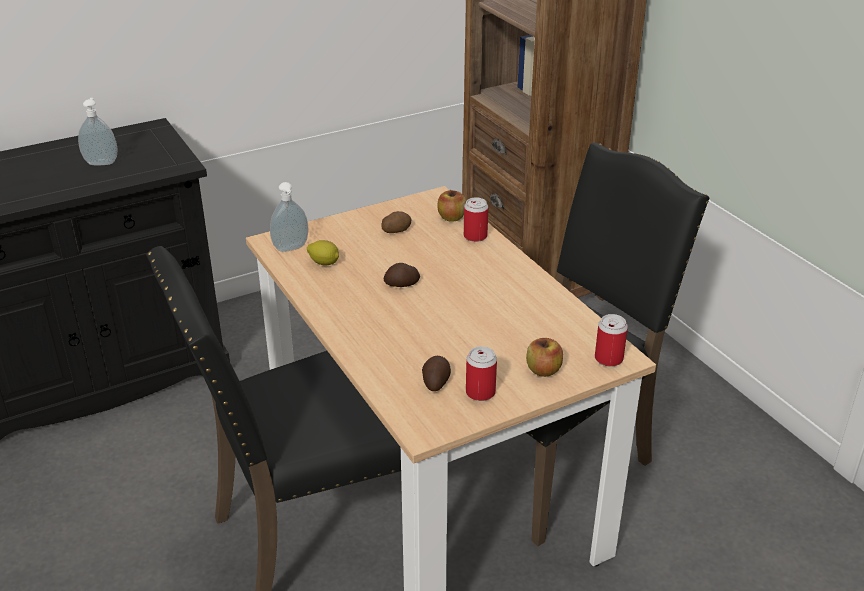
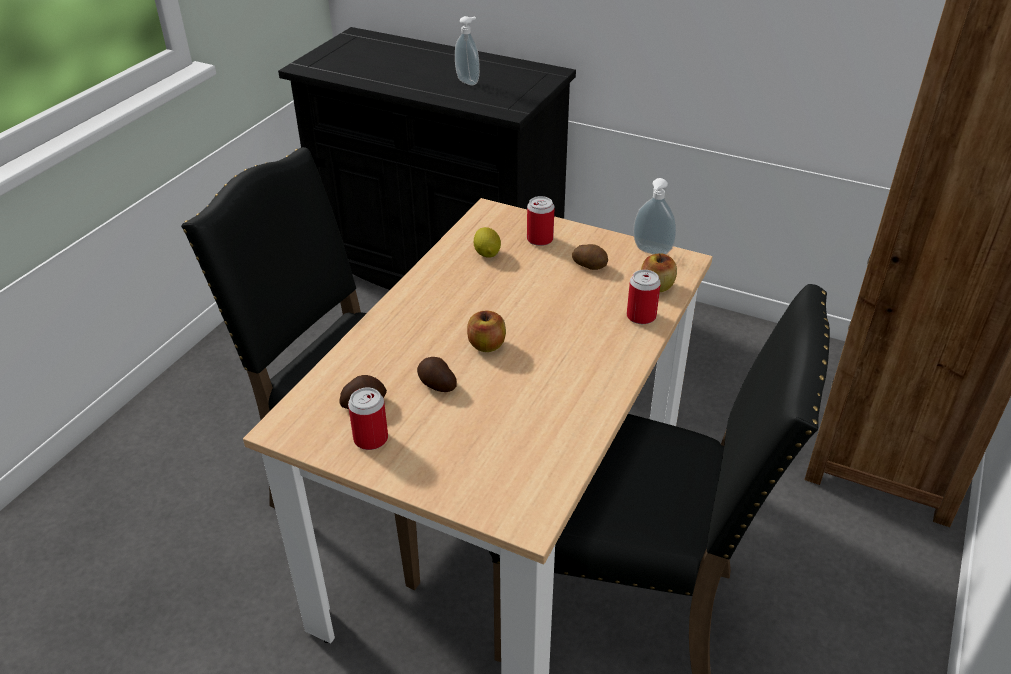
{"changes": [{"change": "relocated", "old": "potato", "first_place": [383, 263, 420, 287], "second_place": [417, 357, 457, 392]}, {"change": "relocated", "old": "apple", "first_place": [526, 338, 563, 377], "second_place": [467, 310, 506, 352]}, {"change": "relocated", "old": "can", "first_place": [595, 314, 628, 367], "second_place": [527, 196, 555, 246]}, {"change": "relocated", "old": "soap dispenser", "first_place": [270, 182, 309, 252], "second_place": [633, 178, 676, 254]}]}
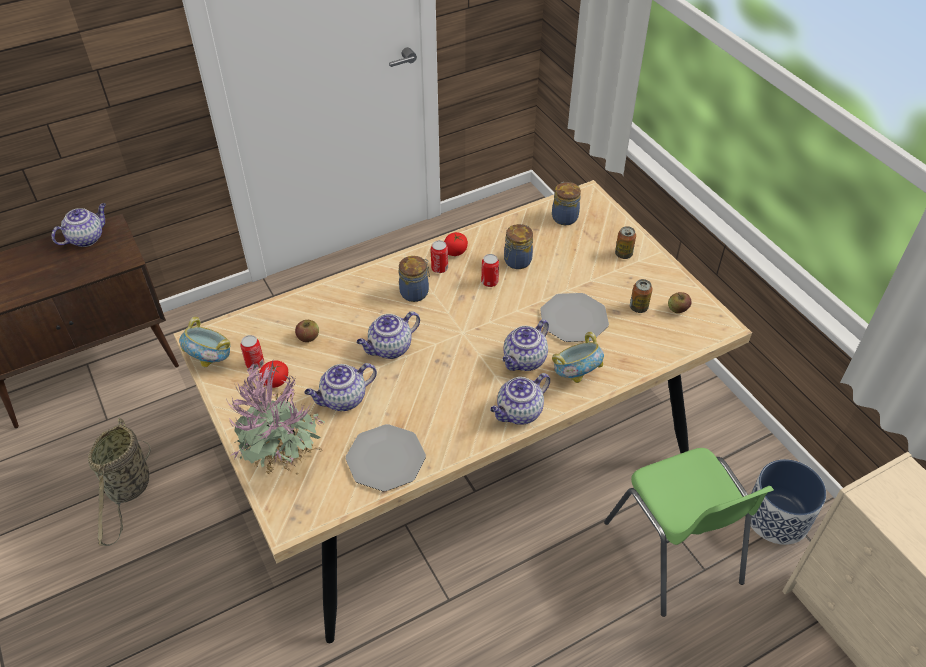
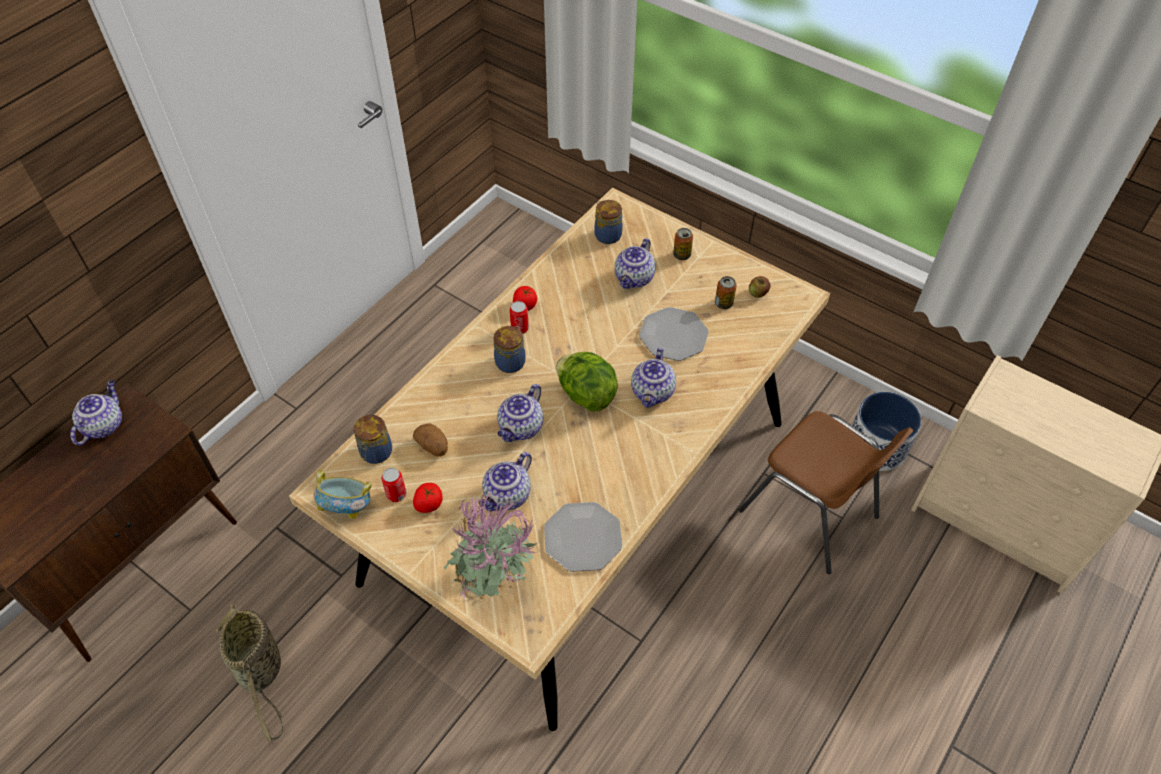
{"changes": [{"change": "relocated", "old": "jar", "first_place": [504, 224, 533, 269], "second_place": [354, 415, 392, 464]}, {"change": "exchanged", "old": "apple", "new": "potato", "first_place": [295, 320, 319, 342], "second_place": [413, 424, 448, 457]}, {"change": "appeared", "new": "lettuce", "second_place": [556, 352, 618, 412]}, {"change": "relocated", "old": "teapot", "first_place": [490, 373, 550, 425], "second_place": [615, 238, 656, 289]}, {"change": "colour", "old": "green chair", "new": "brown chair", "first_place": [604, 448, 774, 617], "second_place": [739, 411, 914, 574]}, {"change": "missing", "old": "can", "first_place": [481, 254, 499, 287]}, {"change": "missing", "old": "bowl", "first_place": [552, 332, 604, 383]}]}
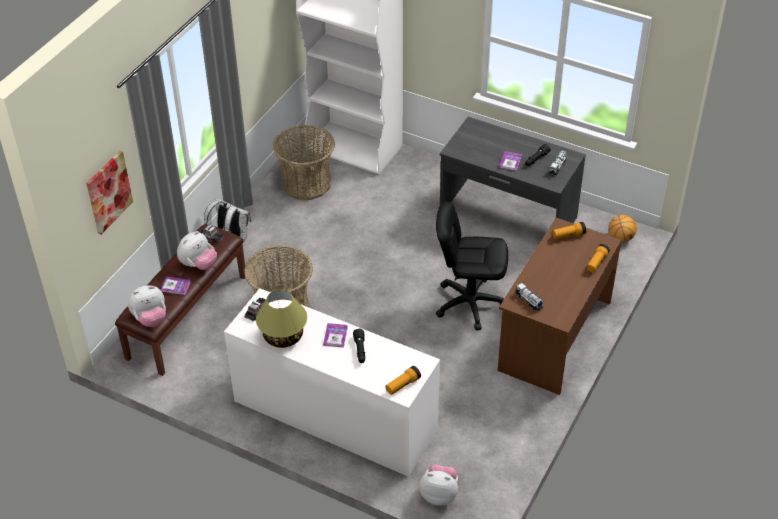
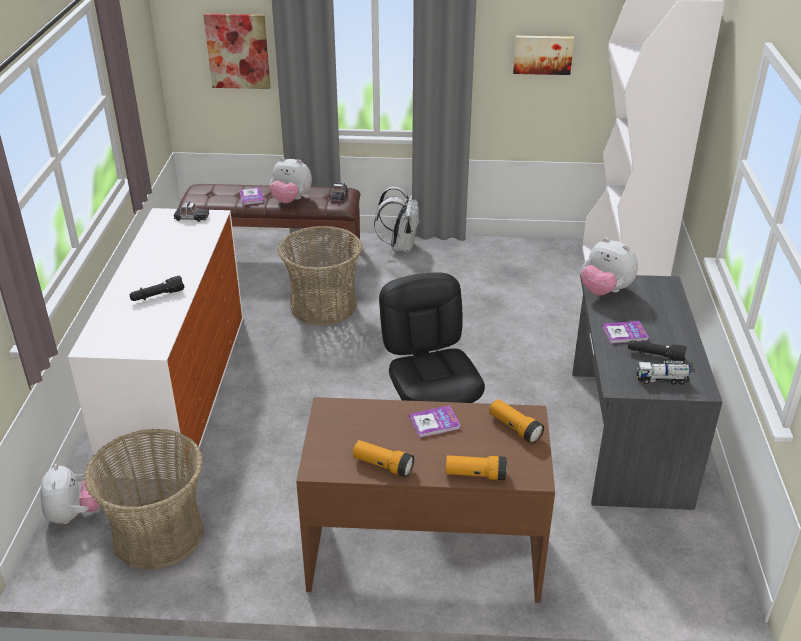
{"changes": [{"change": "relocated", "old": "basket", "first_place": [273, 125, 335, 200], "second_place": [84, 429, 204, 570]}, {"change": "relocated", "old": "flashlight", "first_place": [386, 366, 421, 395], "second_place": [353, 440, 414, 477]}, {"change": "relocated", "old": "book", "first_place": [323, 323, 348, 347], "second_place": [409, 405, 461, 438]}, {"change": "appeared", "new": "picture", "second_place": [513, 36, 574, 75]}, {"change": "relocated", "old": "plush toy", "first_place": [128, 285, 166, 327], "second_place": [581, 238, 638, 296]}, {"change": "missing", "old": "table lamp", "first_place": [256, 290, 307, 348]}, {"change": "missing", "old": "toy truck", "first_place": [516, 283, 543, 311]}, {"change": "missing", "old": "basketball", "first_place": [608, 215, 637, 243]}]}
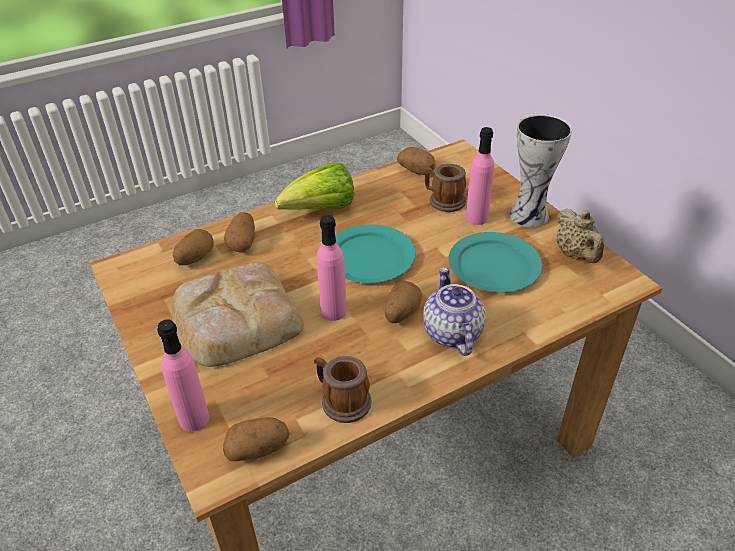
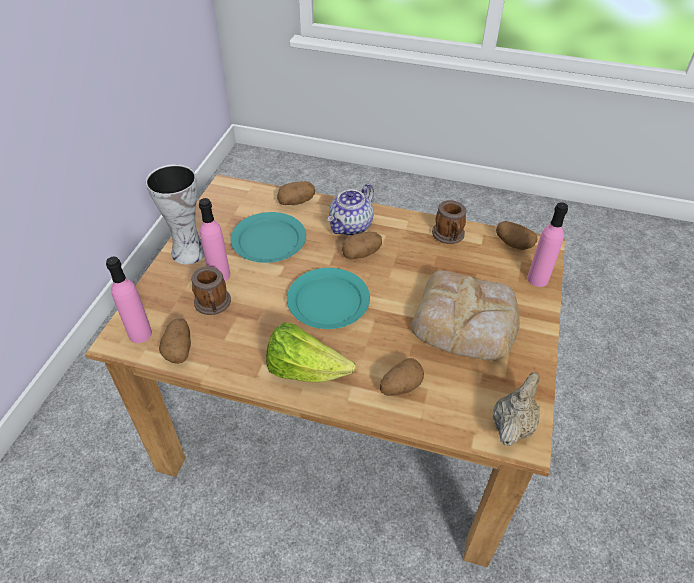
{"changes": [{"change": "relocated", "old": "pink bottle", "first_place": [317, 215, 347, 321], "second_place": [106, 256, 152, 343]}, {"change": "relocated", "old": "potato", "first_place": [172, 229, 214, 265], "second_place": [277, 181, 315, 205]}, {"change": "relocated", "old": "beige teapot", "first_place": [556, 209, 604, 263], "second_place": [493, 372, 540, 446]}]}
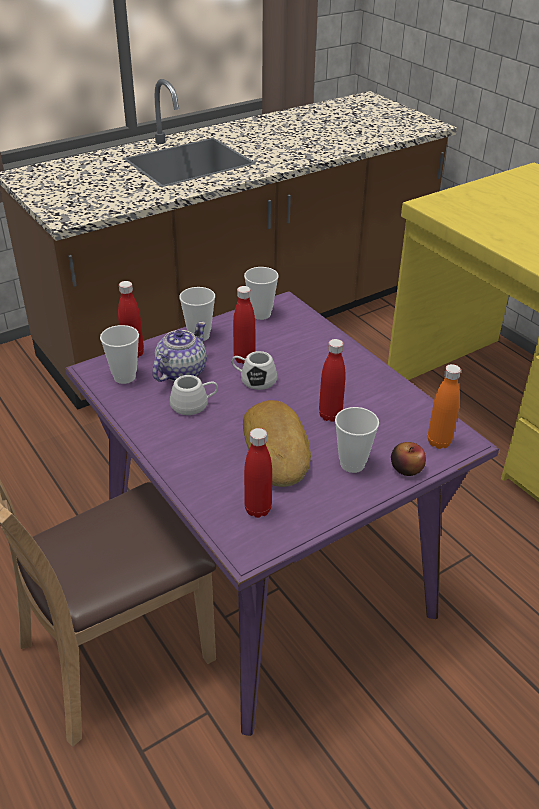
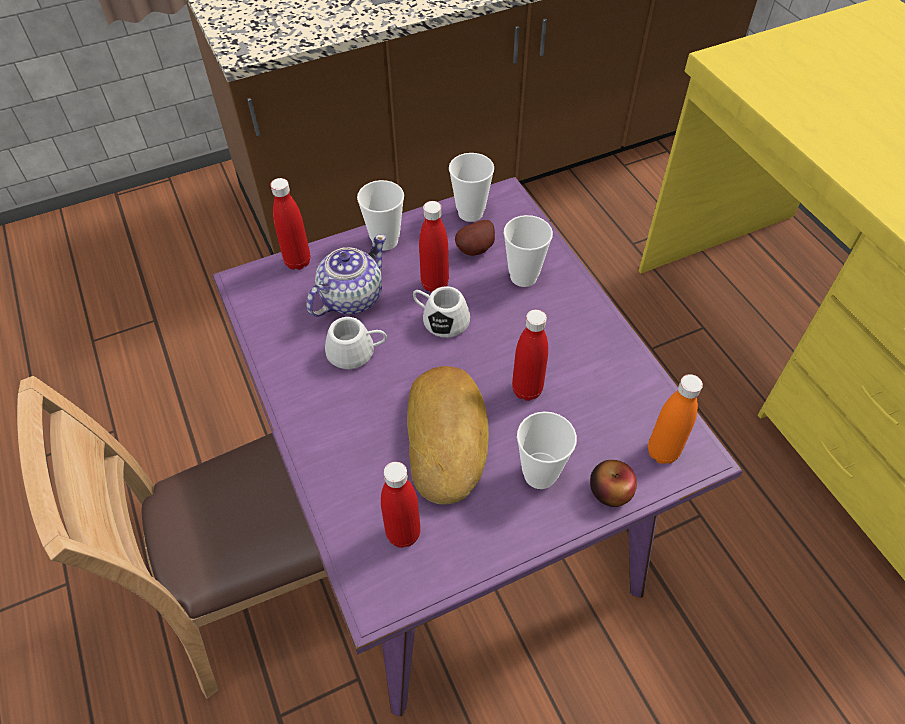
{"changes": [{"change": "appeared", "new": "potato", "second_place": [455, 220, 495, 256]}, {"change": "relocated", "old": "cup", "first_place": [100, 325, 139, 384], "second_place": [504, 215, 553, 287]}]}
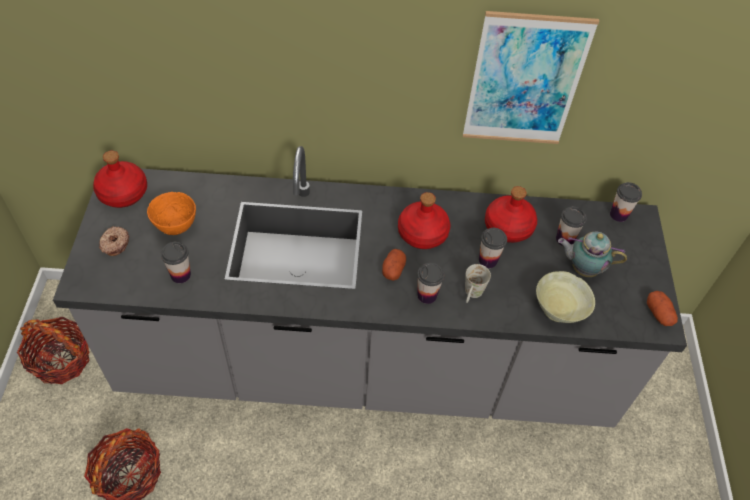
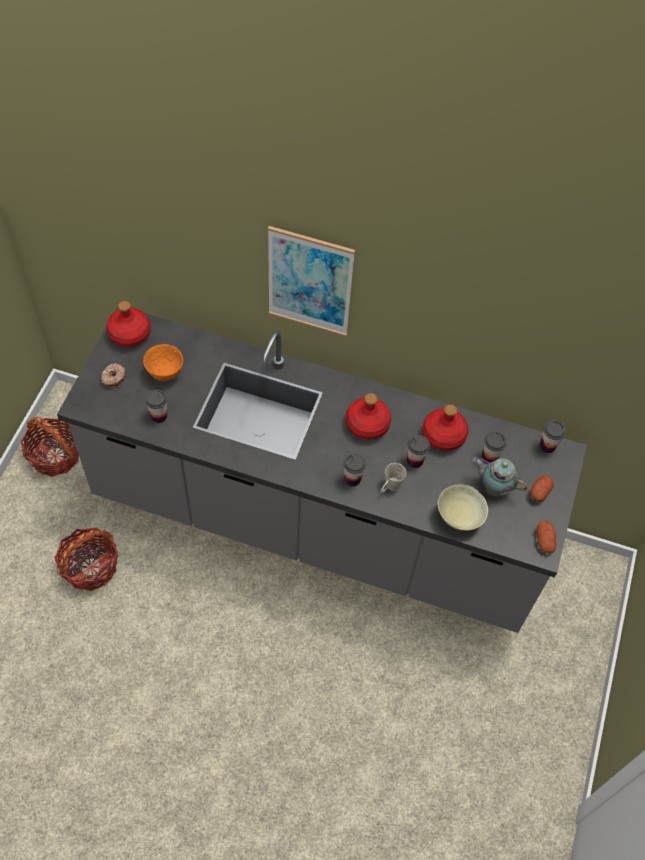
{"changes": [{"change": "relocated", "old": "picture", "first_place": [463, 11, 599, 144], "second_place": [268, 226, 355, 337]}, {"change": "relocated", "old": "potato", "first_place": [382, 249, 406, 281], "second_place": [530, 475, 554, 502]}]}
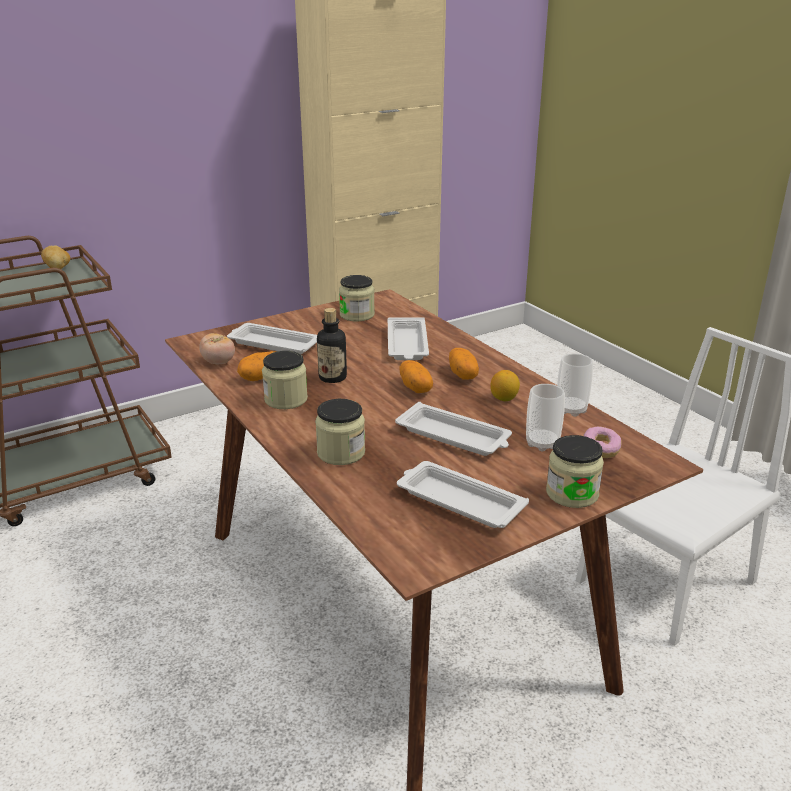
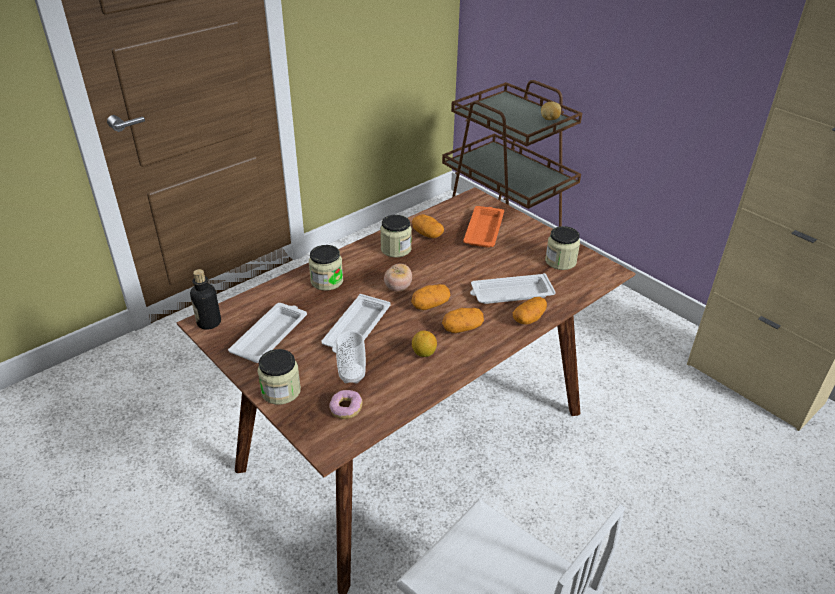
{"changes": [{"change": "relocated", "old": "bottle", "first_place": [317, 308, 347, 383], "second_place": [190, 269, 221, 330]}, {"change": "relocated", "old": "tomato", "first_place": [199, 333, 235, 364], "second_place": [384, 264, 412, 292]}, {"change": "colour", "old": "white tray", "new": "orange tray", "first_place": [227, 323, 317, 354], "second_place": [463, 206, 504, 248]}, {"change": "appeared", "new": "potato", "second_place": [513, 297, 547, 325]}, {"change": "missing", "old": "cup", "first_place": [557, 353, 593, 417]}]}
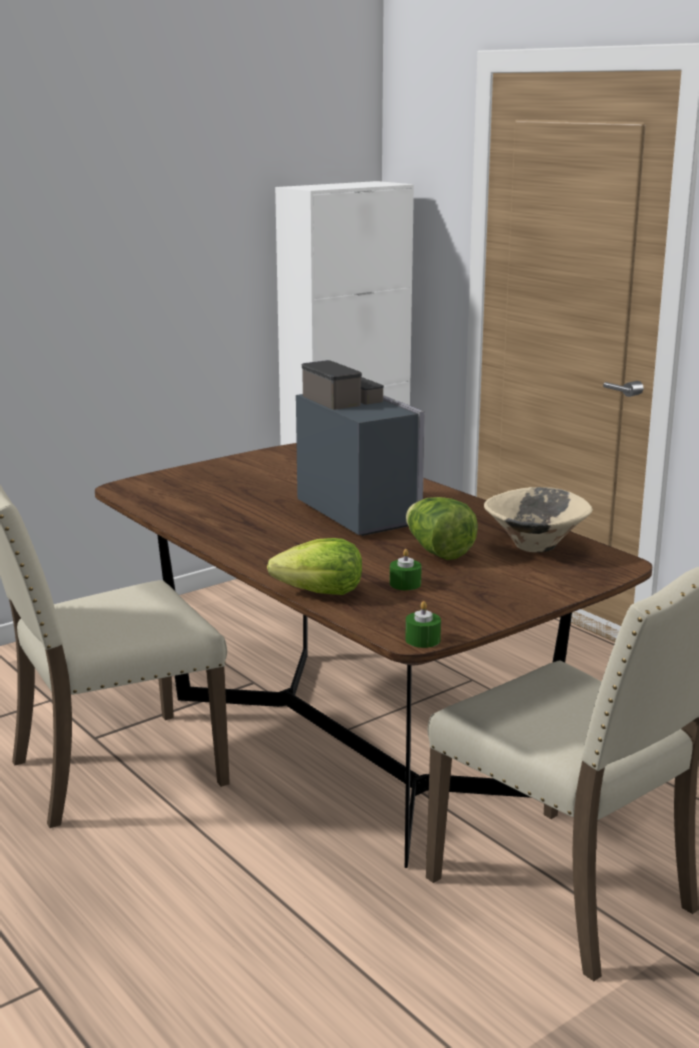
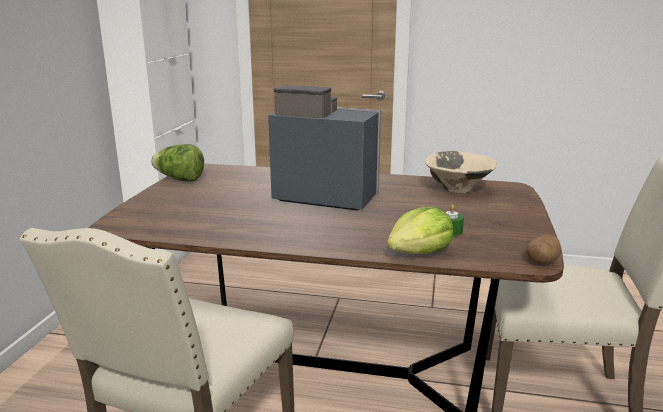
{"changes": [{"change": "relocated", "old": "lettuce", "first_place": [406, 497, 478, 560], "second_place": [151, 144, 204, 182]}, {"change": "exchanged", "old": "green candle", "new": "potato", "first_place": [405, 601, 441, 648], "second_place": [526, 234, 561, 264]}]}
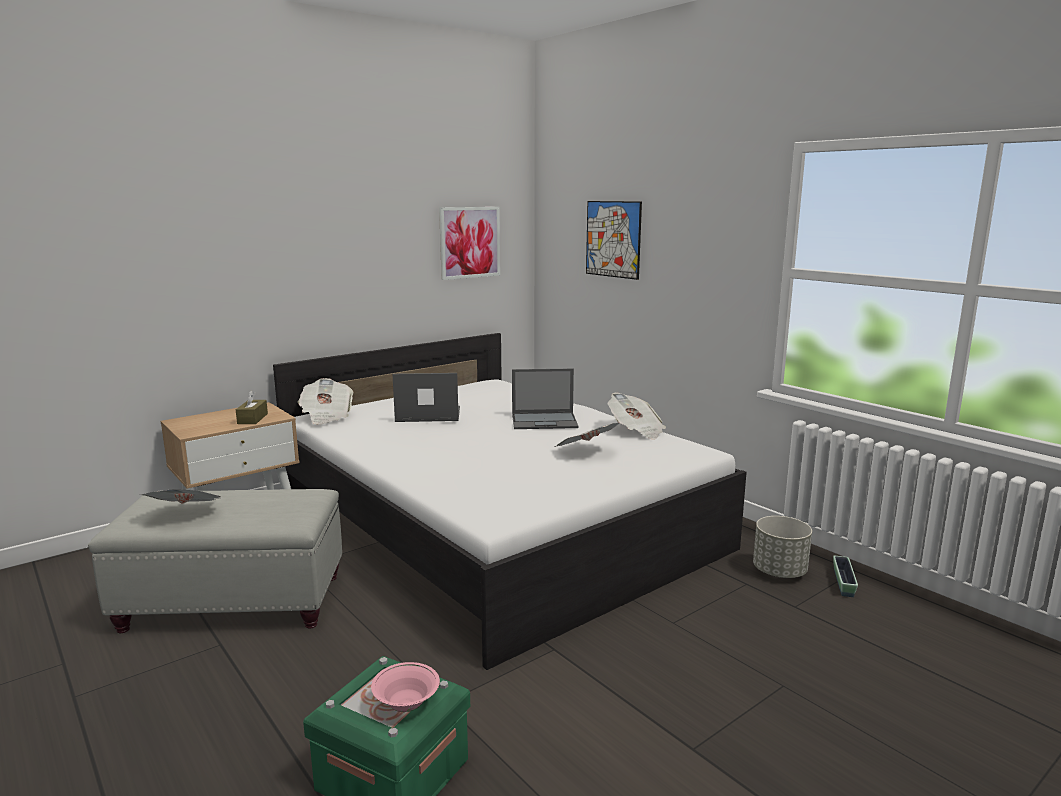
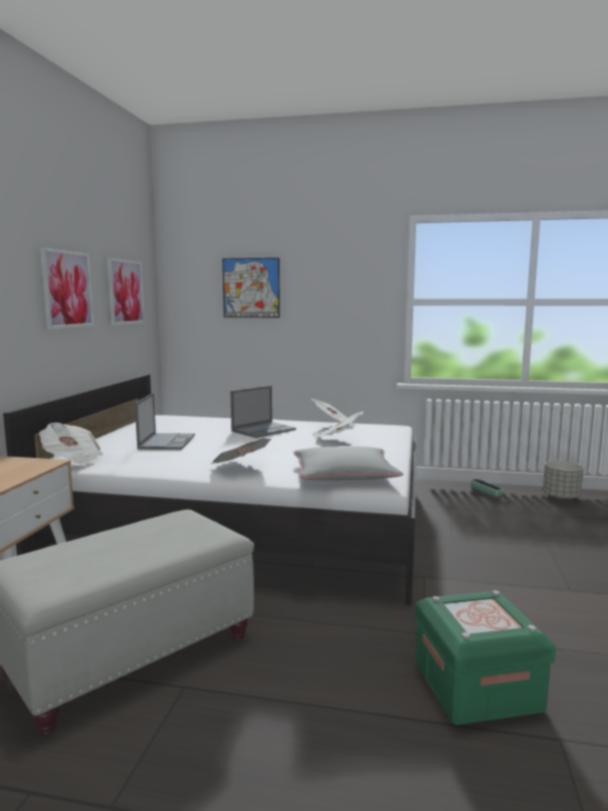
{"changes": [{"change": "appeared", "new": "picture", "second_place": [40, 247, 94, 329]}, {"change": "spun", "old": "laptop", "first_place": [392, 373, 460, 422], "second_place": [135, 393, 195, 450], "degrees": 135}, {"change": "relocated", "old": "newspaper", "first_place": [141, 489, 221, 504], "second_place": [211, 438, 271, 464]}, {"change": "appeared", "new": "grey pillow", "second_place": [293, 446, 403, 480]}, {"change": "relocated", "old": "grey planter", "first_place": [753, 516, 812, 578], "second_place": [543, 461, 584, 500]}, {"change": "missing", "old": "brown tissue box", "first_place": [236, 390, 268, 424]}, {"change": "missing", "old": "pink bowl", "first_place": [371, 662, 440, 712]}]}
